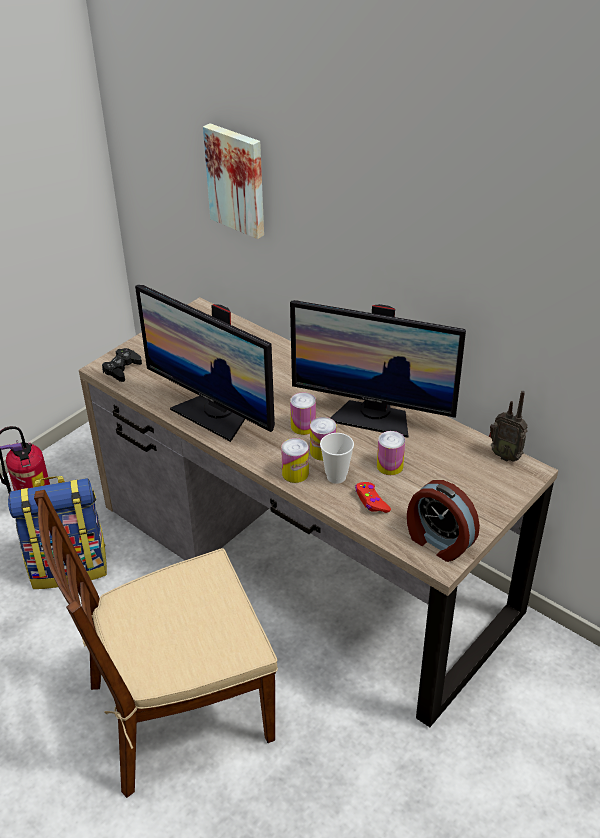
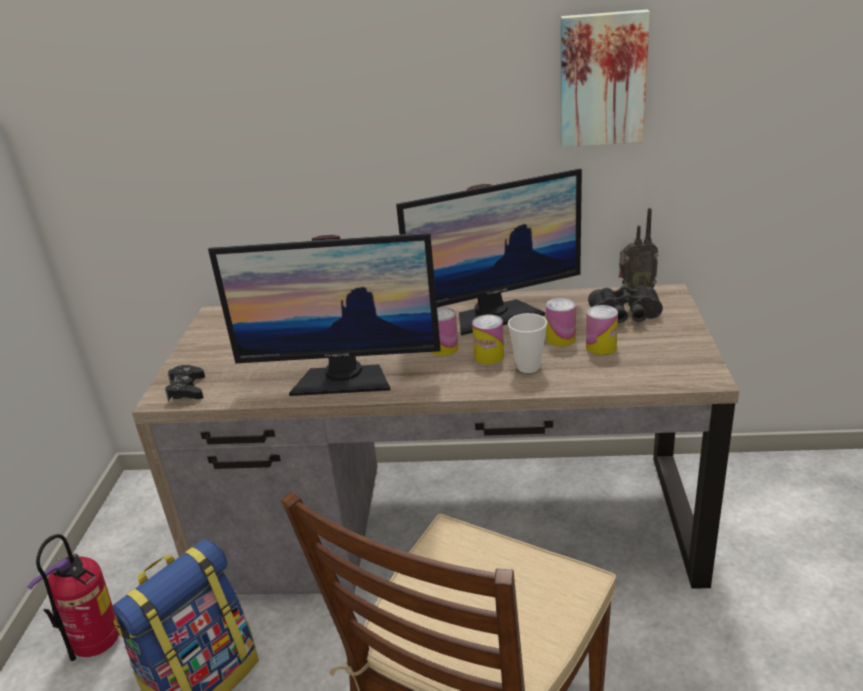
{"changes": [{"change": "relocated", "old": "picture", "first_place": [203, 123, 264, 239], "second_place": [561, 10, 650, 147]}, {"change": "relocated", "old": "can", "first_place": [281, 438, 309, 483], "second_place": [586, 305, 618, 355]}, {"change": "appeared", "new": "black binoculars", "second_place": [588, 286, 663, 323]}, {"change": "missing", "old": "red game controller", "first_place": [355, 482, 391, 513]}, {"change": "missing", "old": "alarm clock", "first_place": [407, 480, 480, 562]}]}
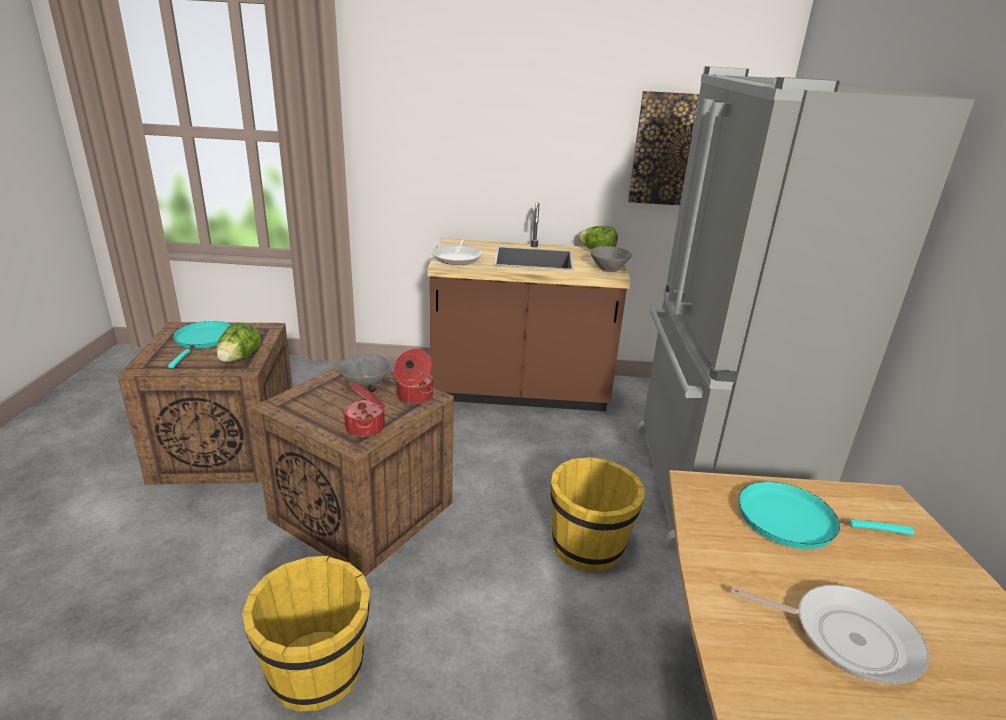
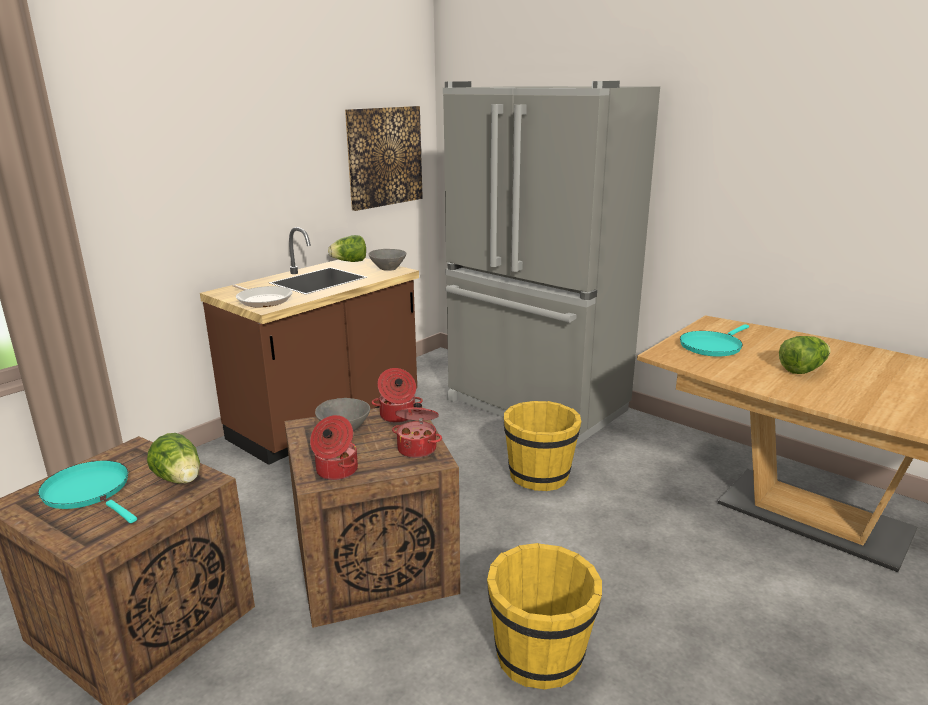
{"changes": [{"change": "appeared", "new": "cooking pot", "second_place": [310, 415, 358, 480]}, {"change": "exchanged", "old": "frying pan", "new": "lettuce", "first_place": [731, 585, 929, 684], "second_place": [779, 336, 831, 374]}]}
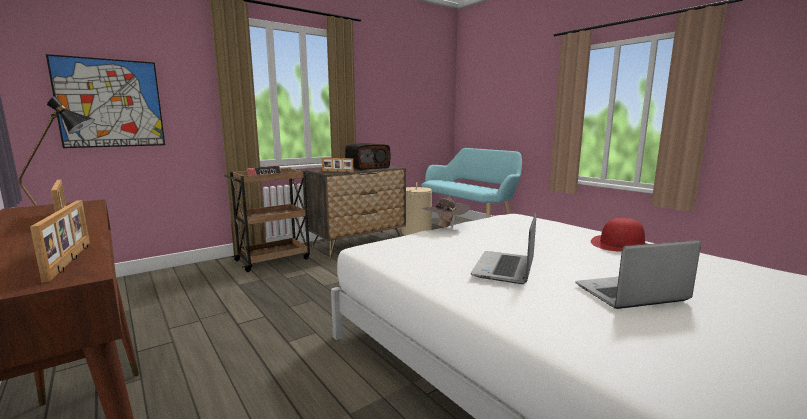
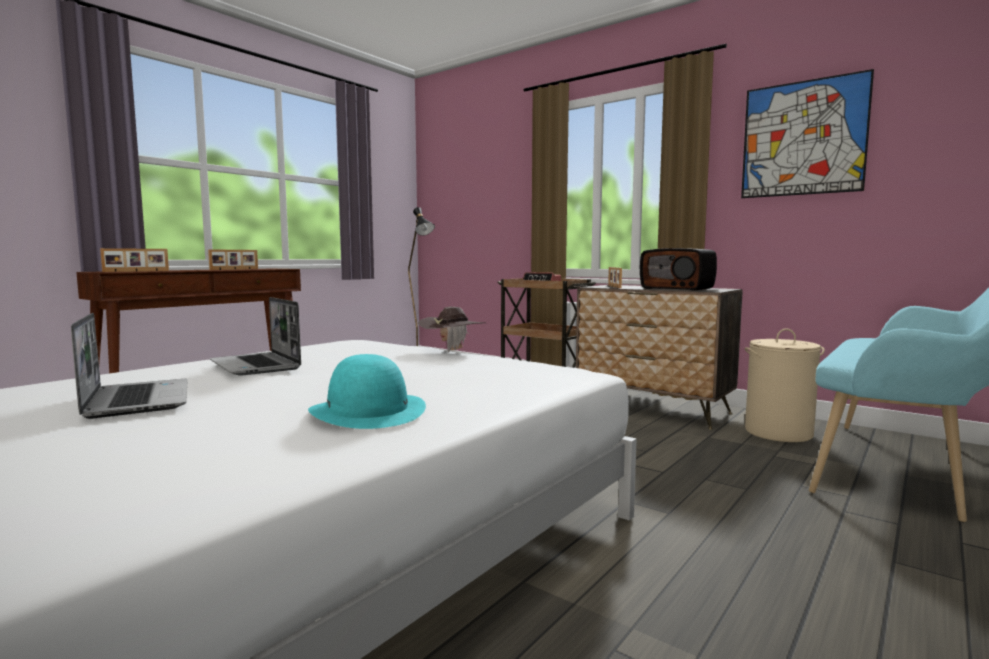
{"changes": [{"change": "spun", "old": "laptop", "first_place": [471, 212, 537, 284], "second_place": [210, 297, 301, 376], "degrees": -135}, {"change": "colour", "old": "red hat", "new": "turquoise hat", "first_place": [591, 218, 648, 252], "second_place": [308, 354, 426, 429]}, {"change": "relocated", "old": "picture", "first_place": [46, 54, 165, 148], "second_place": [741, 69, 874, 198]}]}
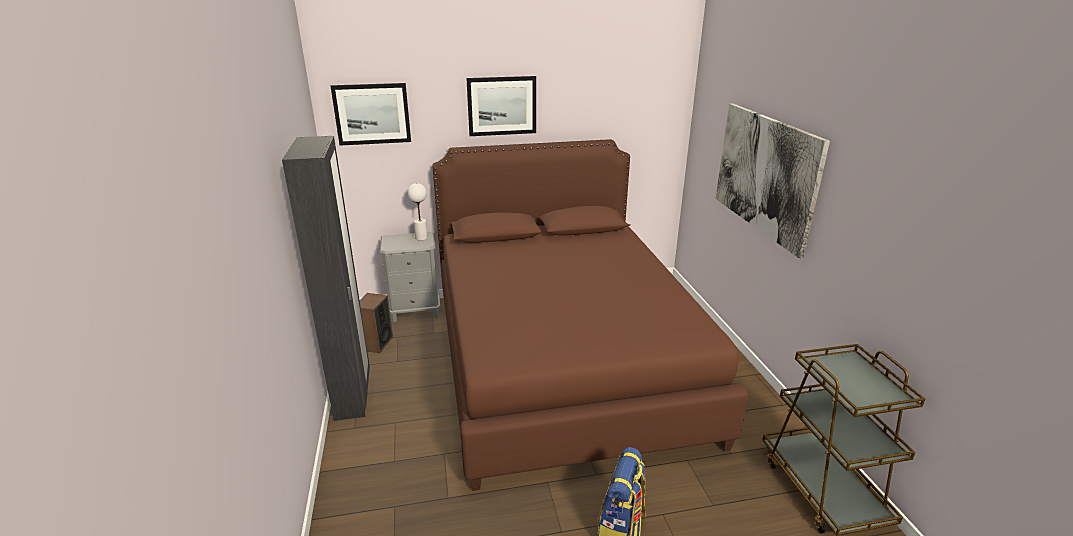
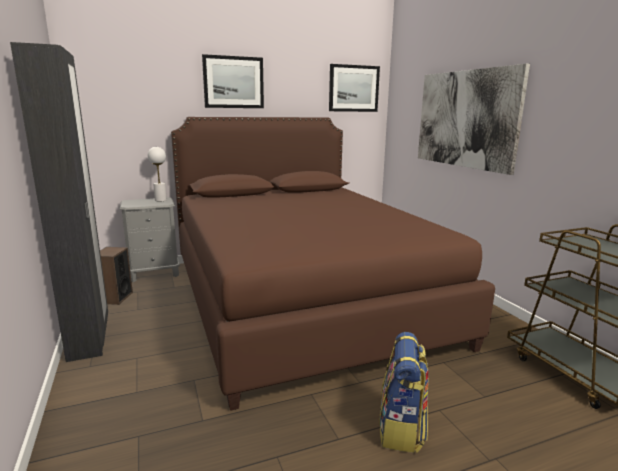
{"changes": [{"change": "relocated", "old": "picture", "first_place": [331, 83, 411, 146], "second_place": [329, 64, 380, 112]}]}
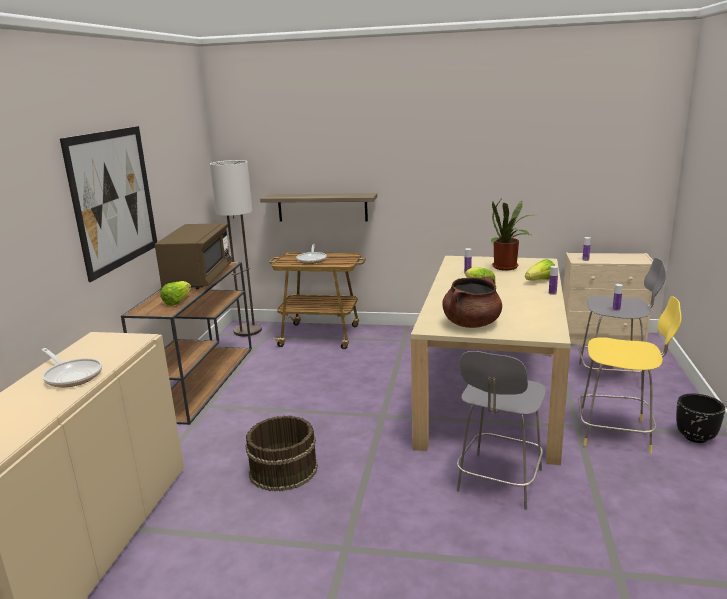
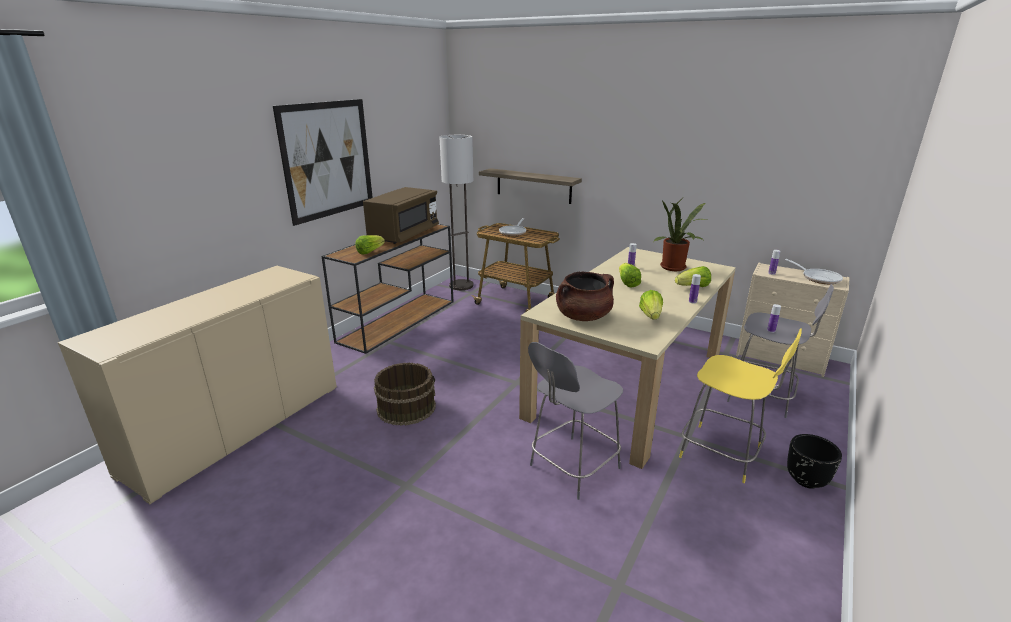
{"changes": [{"change": "appeared", "new": "lettuce", "second_place": [639, 290, 663, 320]}, {"change": "relocated", "old": "frying pan", "first_place": [42, 348, 102, 388], "second_place": [785, 259, 843, 284]}]}
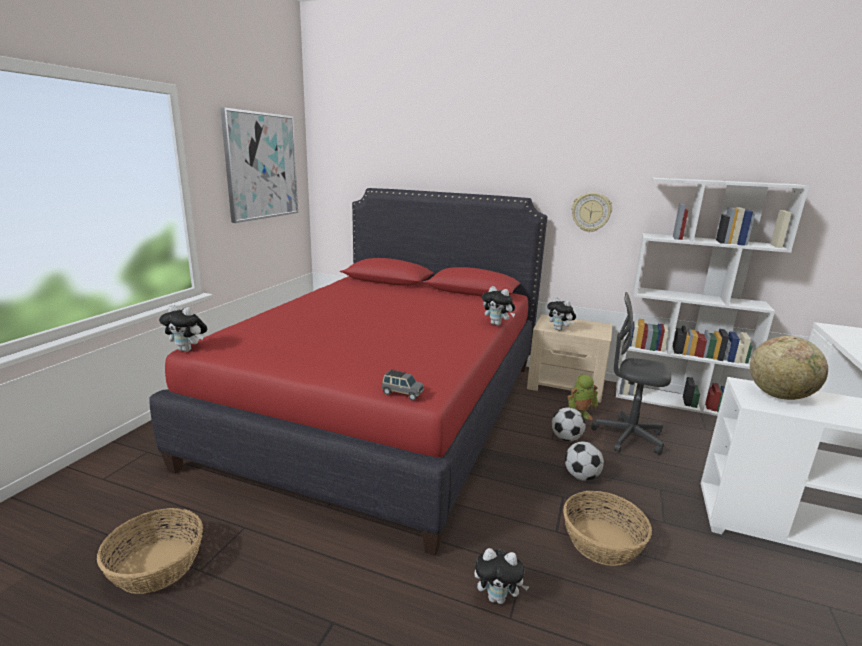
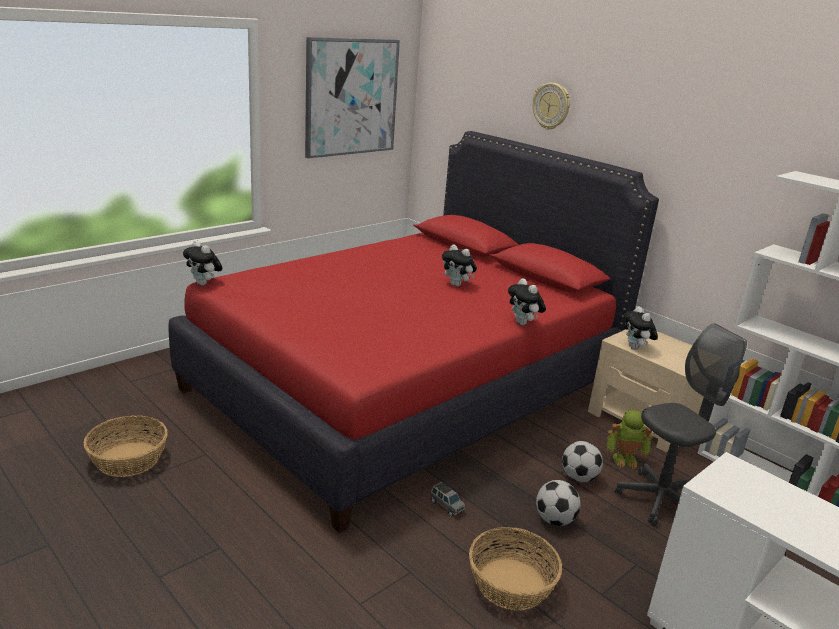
{"changes": [{"change": "relocated", "old": "grey toy car", "first_place": [382, 369, 424, 401], "second_place": [430, 481, 465, 517]}, {"change": "relocated", "old": "plush toy", "first_place": [474, 548, 530, 604], "second_place": [442, 244, 477, 287]}, {"change": "relocated", "old": "wall clock", "first_place": [572, 192, 612, 232], "second_place": [533, 83, 570, 130]}, {"change": "spun", "old": "grey office chair", "first_place": [591, 292, 671, 455], "second_place": [615, 324, 747, 527], "degrees": 105}, {"change": "missing", "old": "globe", "first_place": [750, 336, 828, 400]}]}
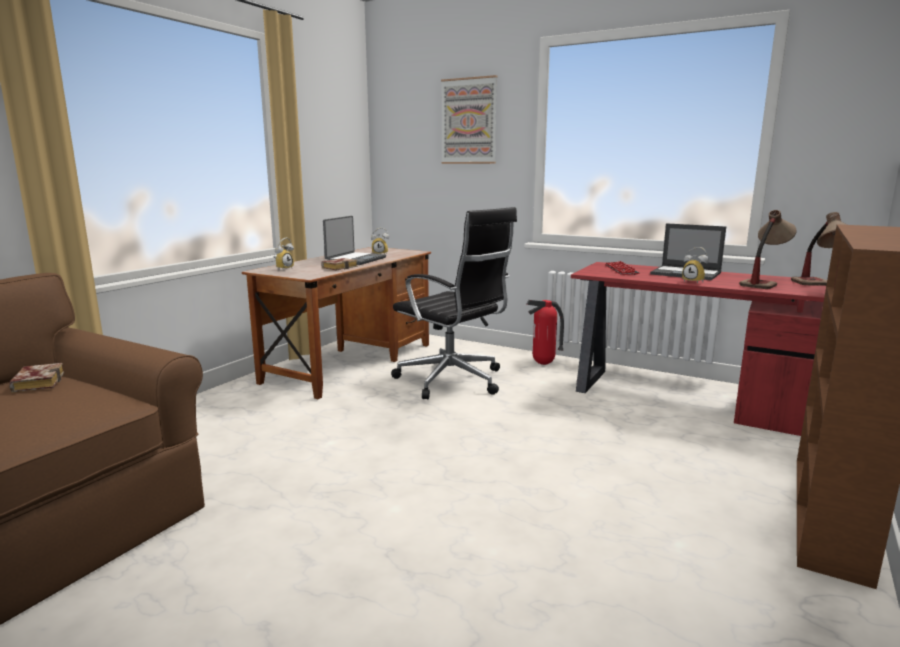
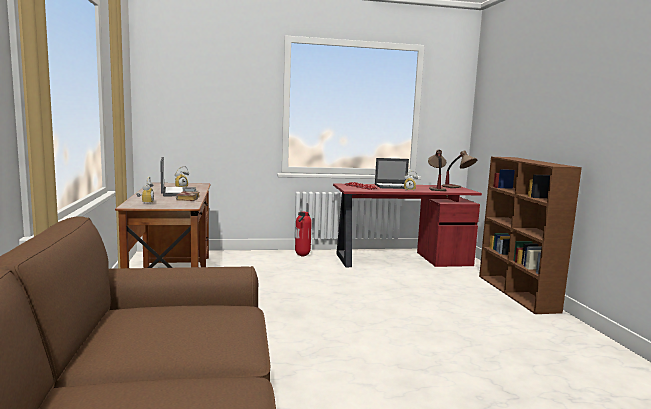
{"changes": [{"change": "missing", "old": "book", "first_place": [9, 363, 64, 393]}, {"change": "missing", "old": "black office chair", "first_place": [391, 207, 517, 399]}, {"change": "missing", "old": "picture", "first_place": [441, 75, 497, 164]}]}
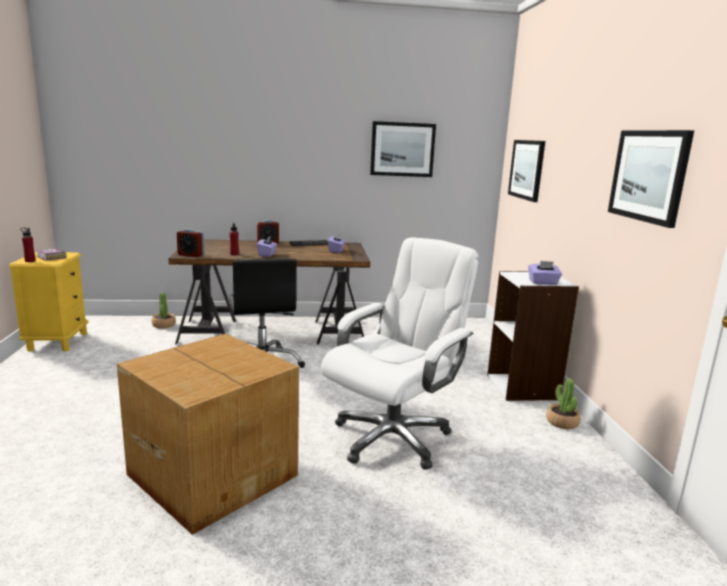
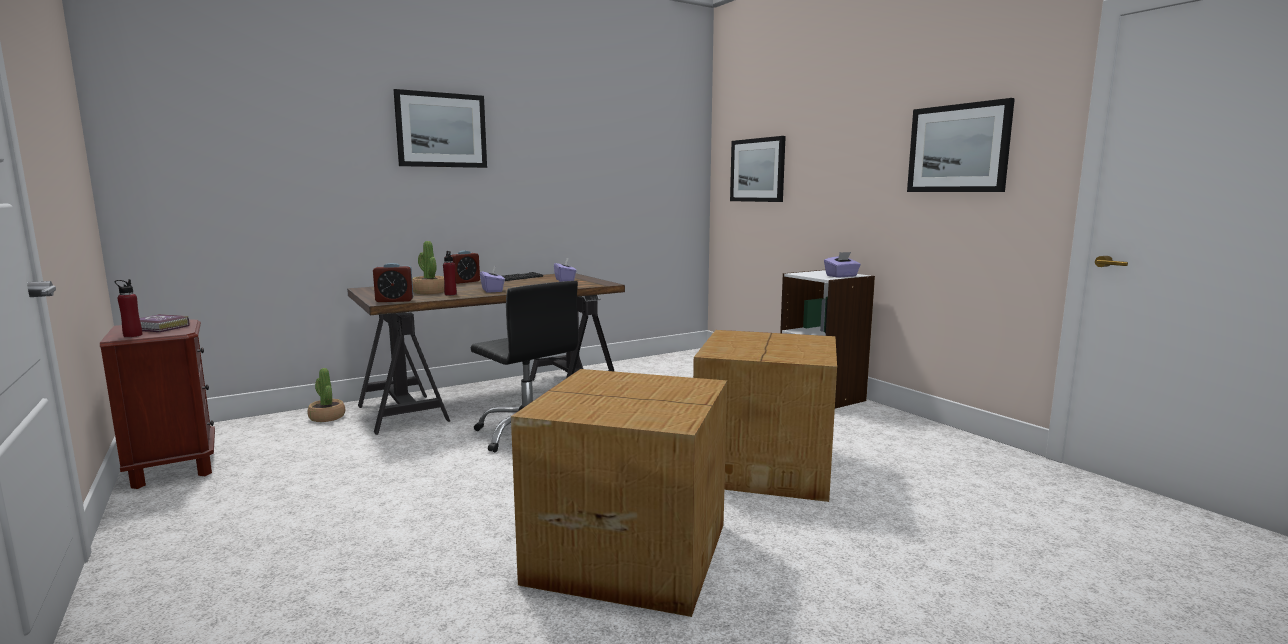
{"changes": [{"change": "colour", "old": "yellow nightstand", "new": "brown nightstand", "first_place": [9, 252, 88, 352], "second_place": [100, 319, 215, 489]}, {"change": "relocated", "old": "picture", "first_place": [370, 121, 436, 177], "second_place": [394, 89, 487, 168]}, {"change": "relocated", "old": "potted plant", "first_place": [546, 378, 581, 429], "second_place": [412, 241, 444, 294]}, {"change": "exchanged", "old": "white office chair", "new": "cardboard box", "first_place": [321, 237, 478, 470], "second_place": [693, 330, 837, 502]}]}
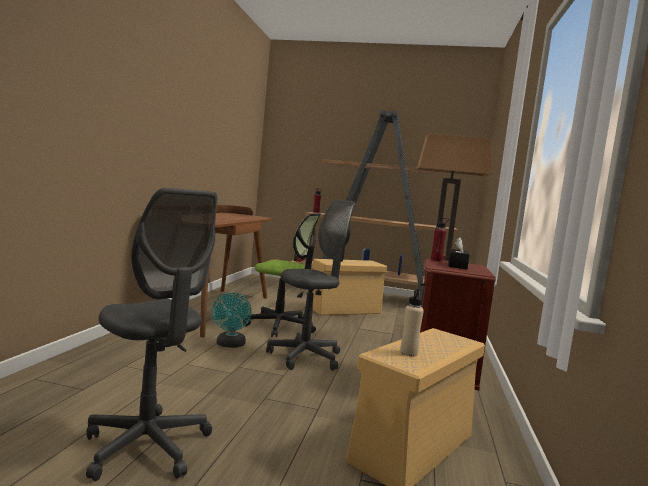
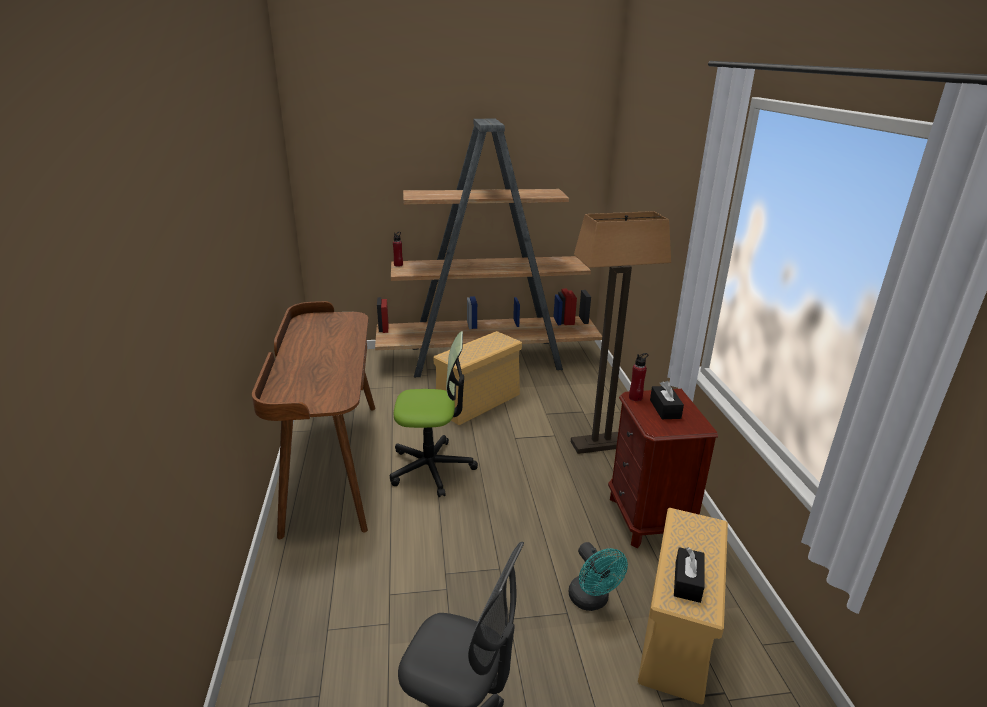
{"changes": [{"change": "relocated", "old": "turquoise fan", "first_place": [212, 293, 252, 348], "second_place": [568, 542, 628, 611]}, {"change": "exchanged", "old": "beige bottle", "new": "black tissue box", "first_place": [400, 289, 424, 357], "second_place": [674, 547, 704, 603]}, {"change": "missing", "old": "grey office chair", "first_place": [266, 199, 355, 370]}]}
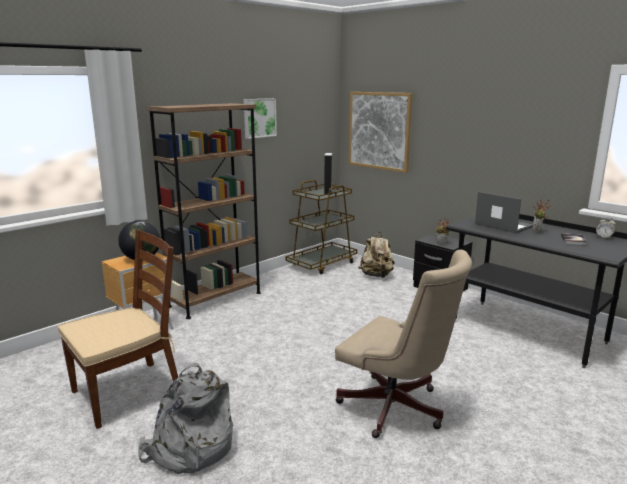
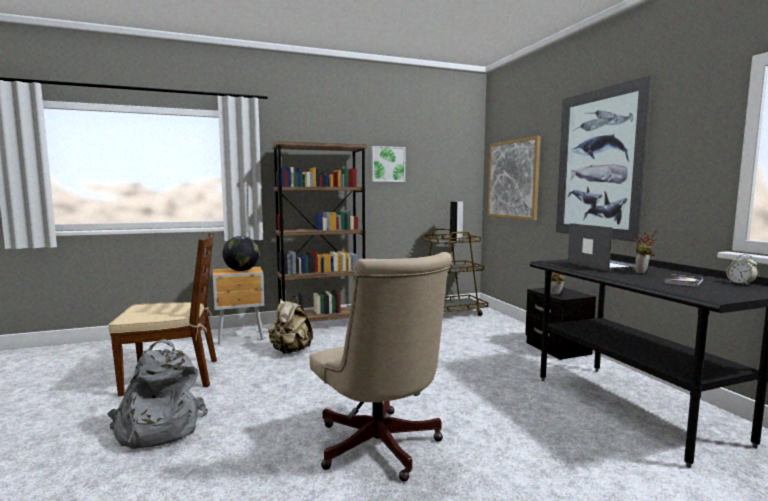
{"changes": [{"change": "relocated", "old": "beige backpack", "first_place": [358, 232, 395, 278], "second_place": [268, 296, 313, 354]}, {"change": "appeared", "new": "picture", "second_place": [556, 76, 652, 242]}]}
